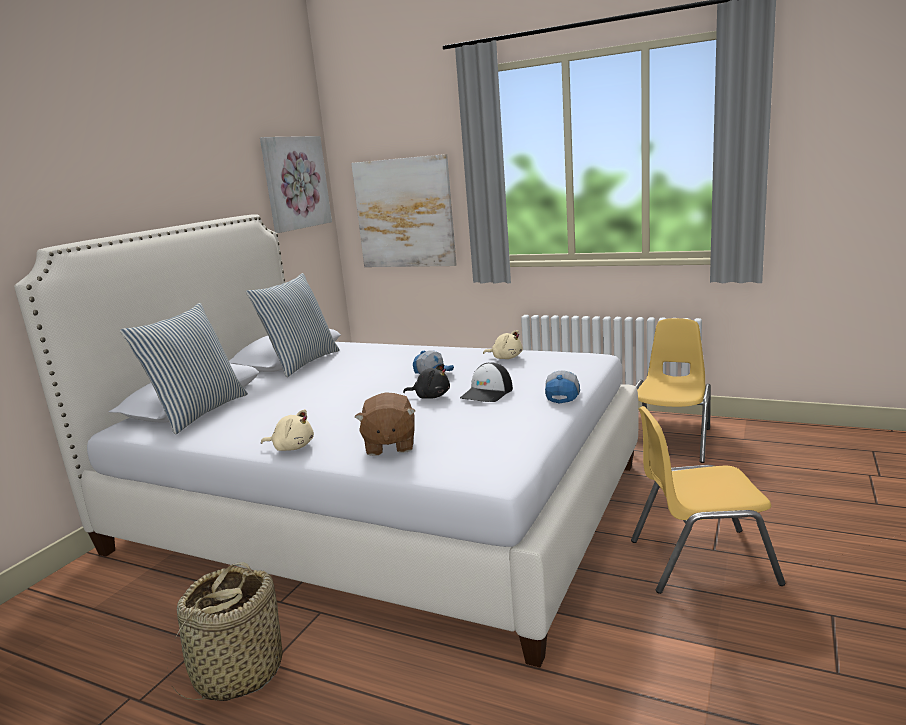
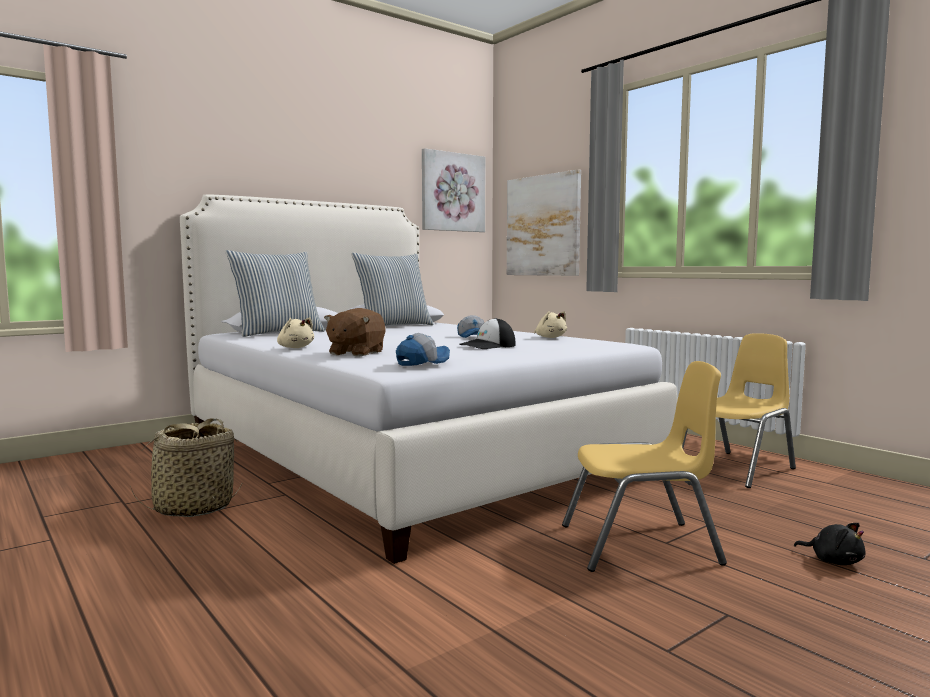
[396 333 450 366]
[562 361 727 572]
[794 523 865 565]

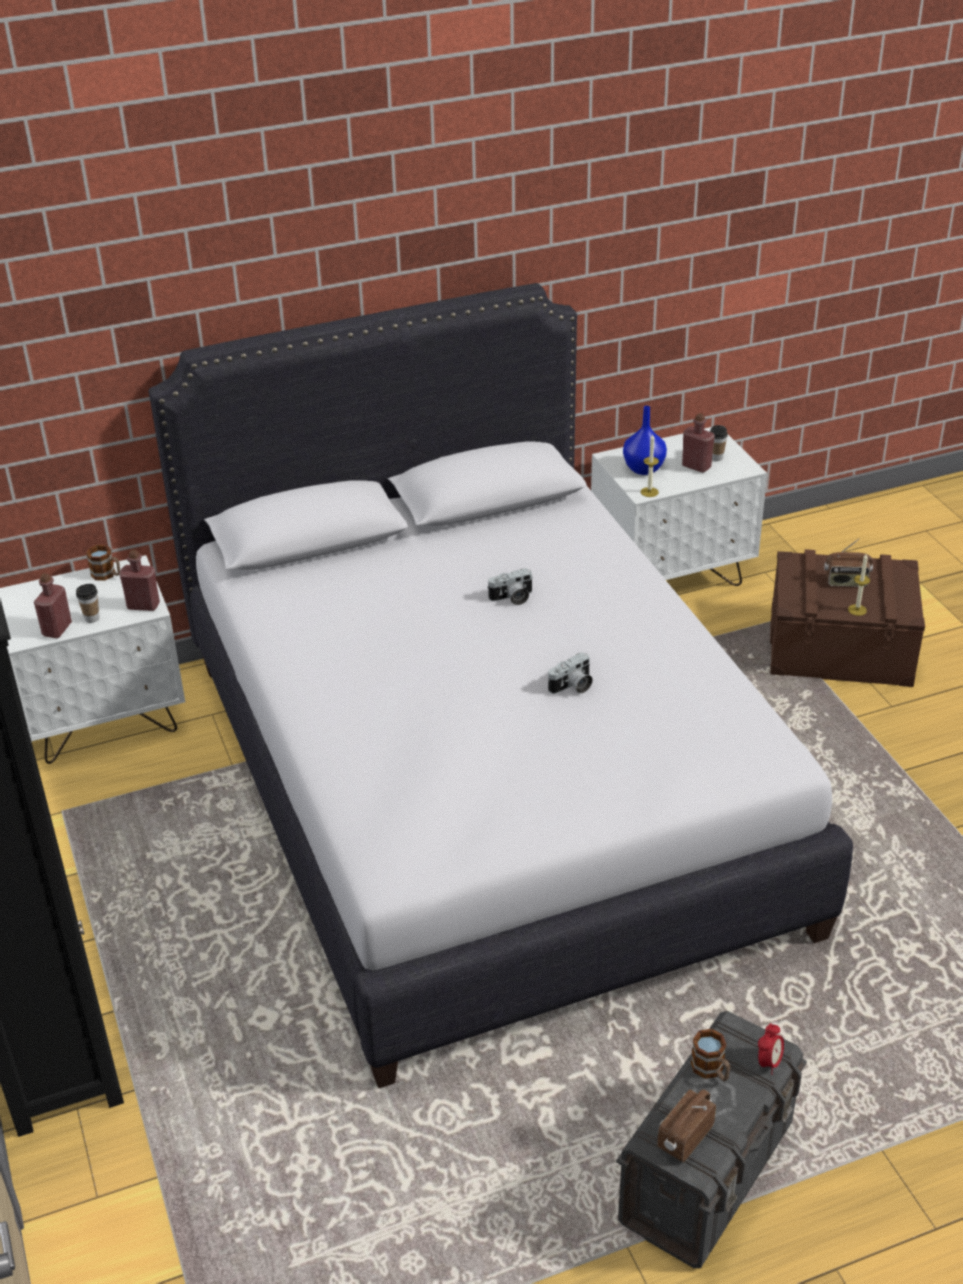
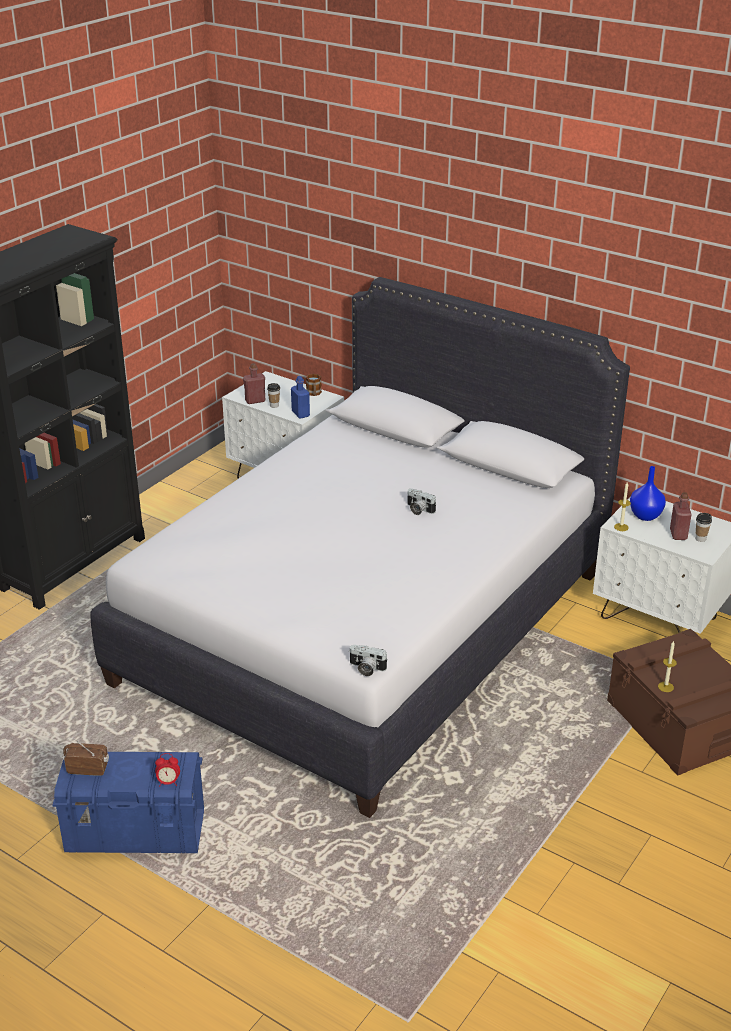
[53 751 204 853]
[291 376 310 419]
[349 645 388 676]
[691 1029 730 1081] (first image)
[824 539 873 587] (first image)

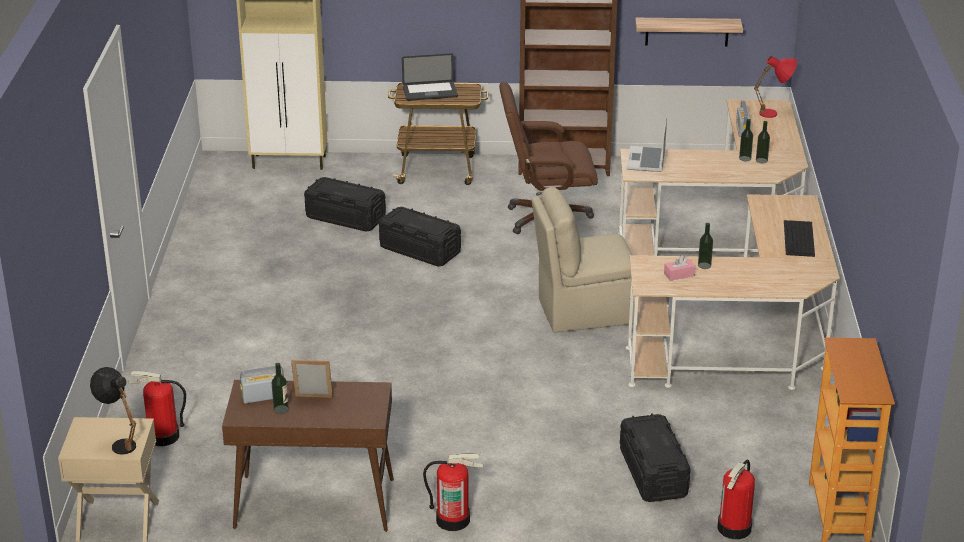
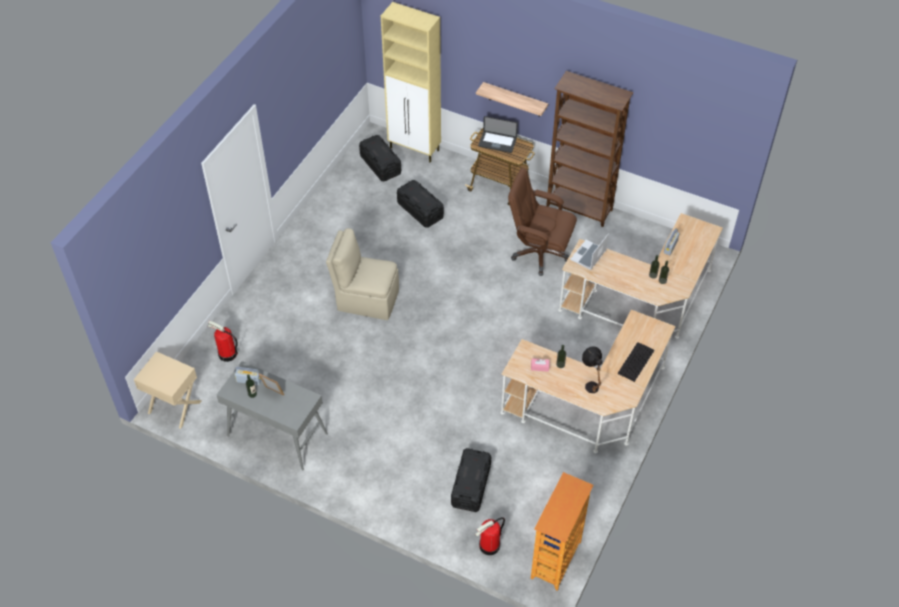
[217 361 328 471]
[326 228 399 320]
[359 135 401 181]
[476 82 548 117]
[582 346 603 393]
[423 454 483 531] (first image)
[754 56 797 118] (first image)

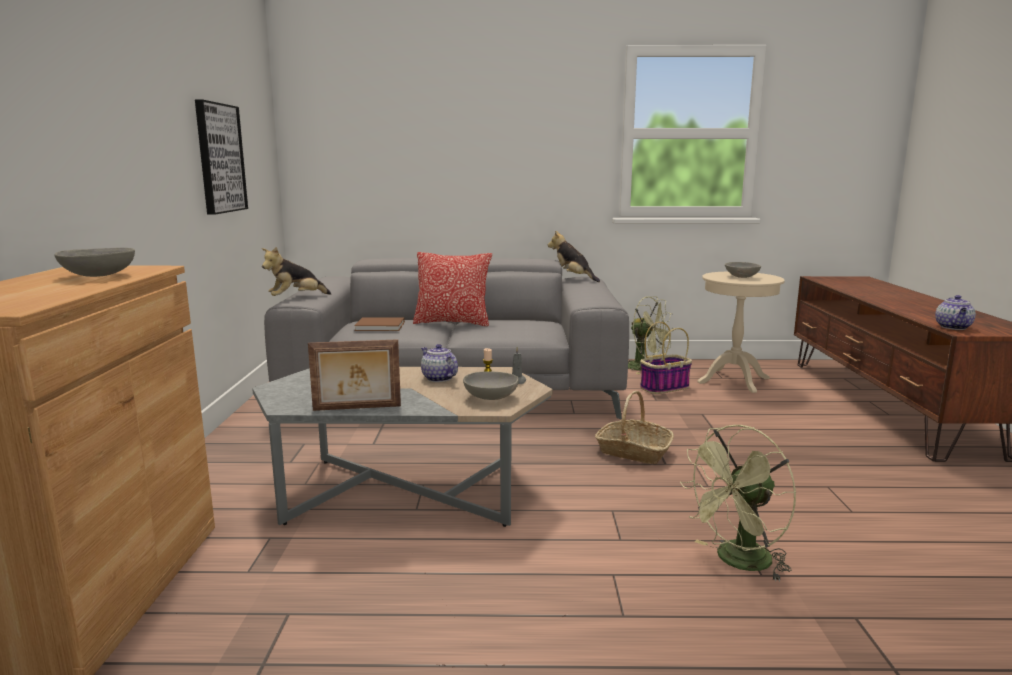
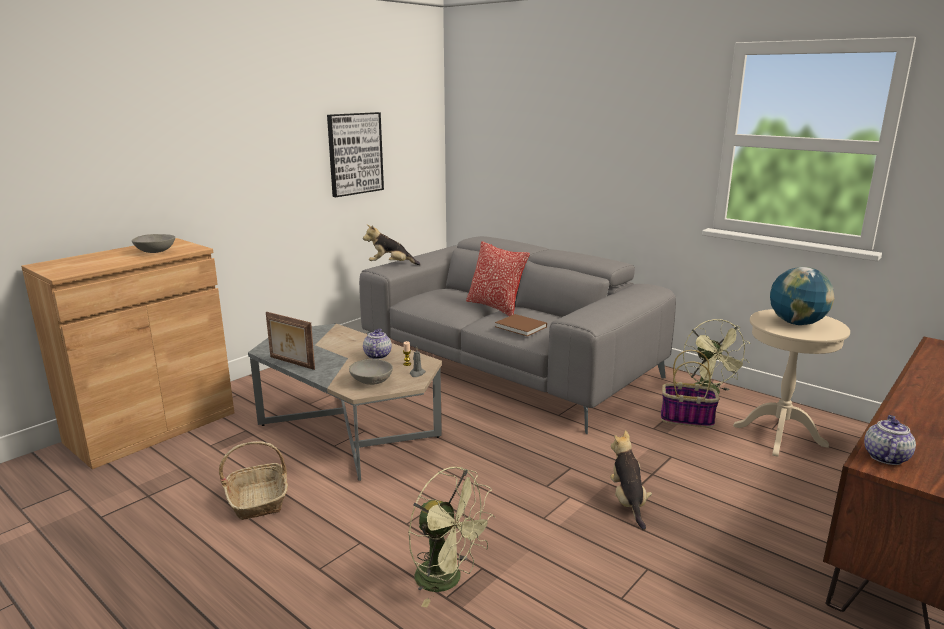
[219 441 288 520]
[408 467 495 607]
[495 314 547 336]
[610 430 652 530]
[770 267 834 325]
[864 415 916 465]

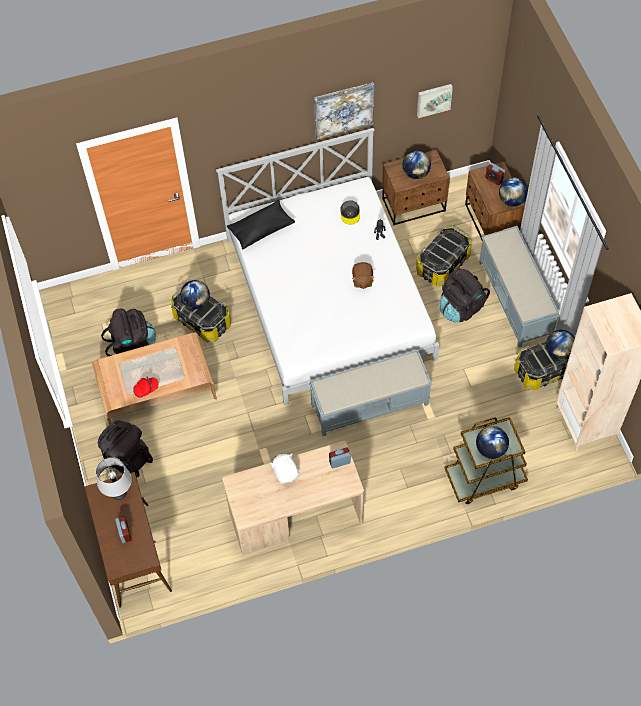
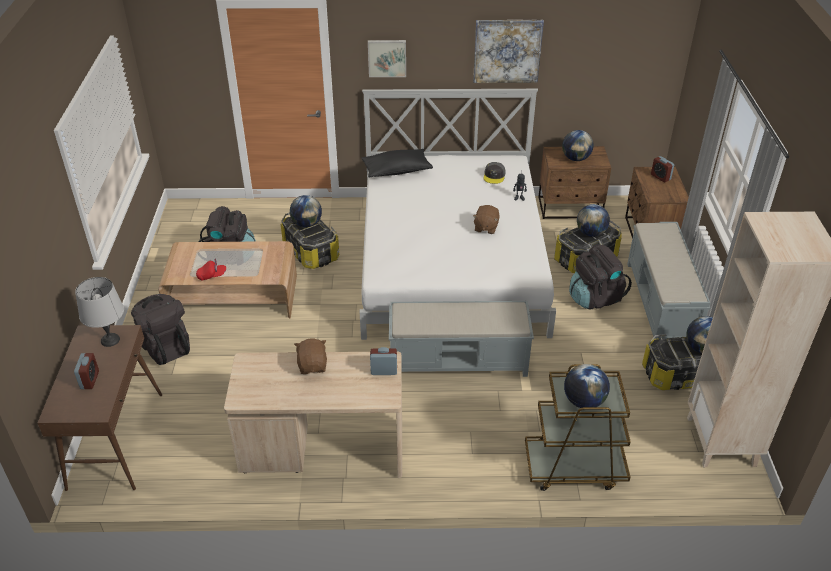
[294 339 327 374]
[368 40 406 77]
[577 204 610 237]

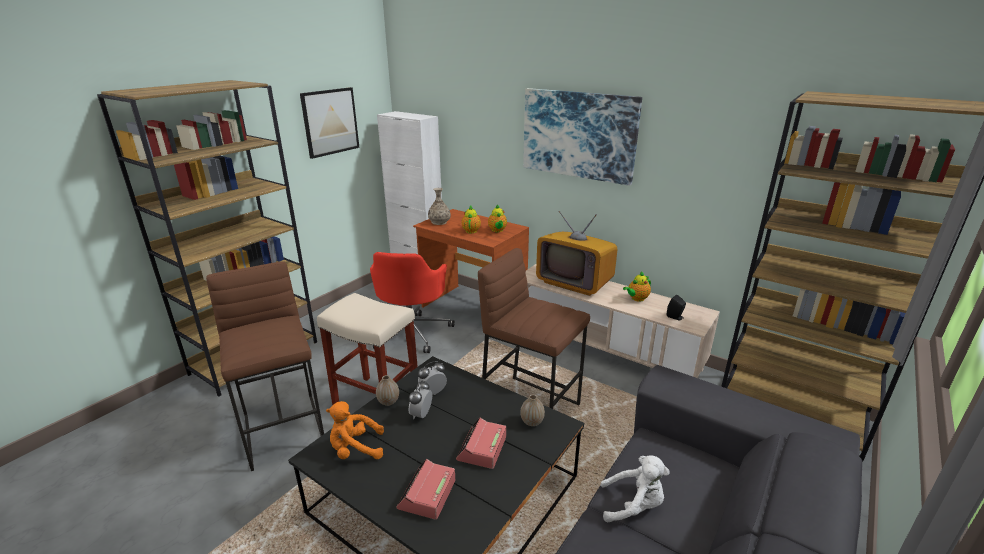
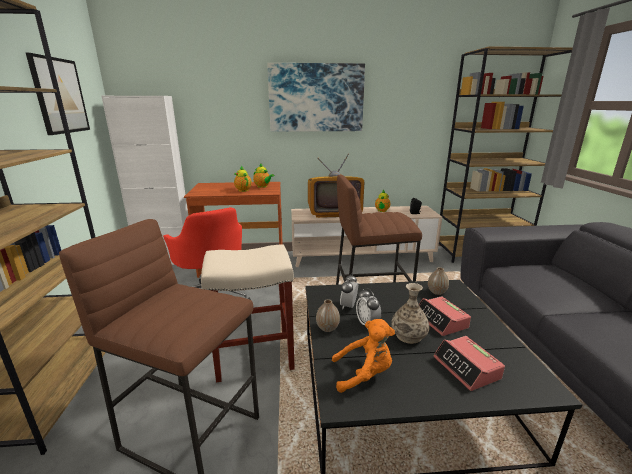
[332 319 395 393]
[391 283 429 344]
[600 455 670 522] (first image)

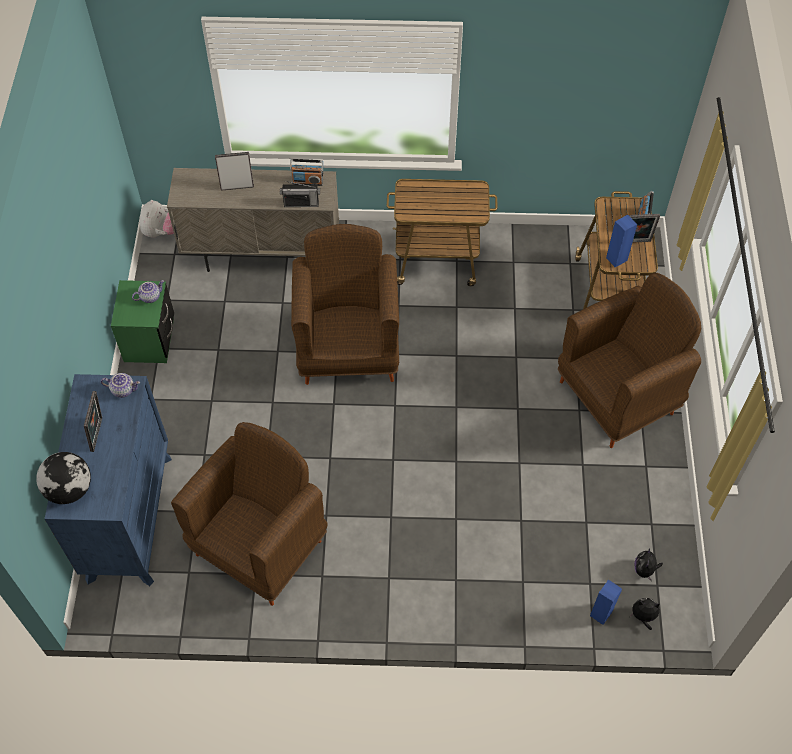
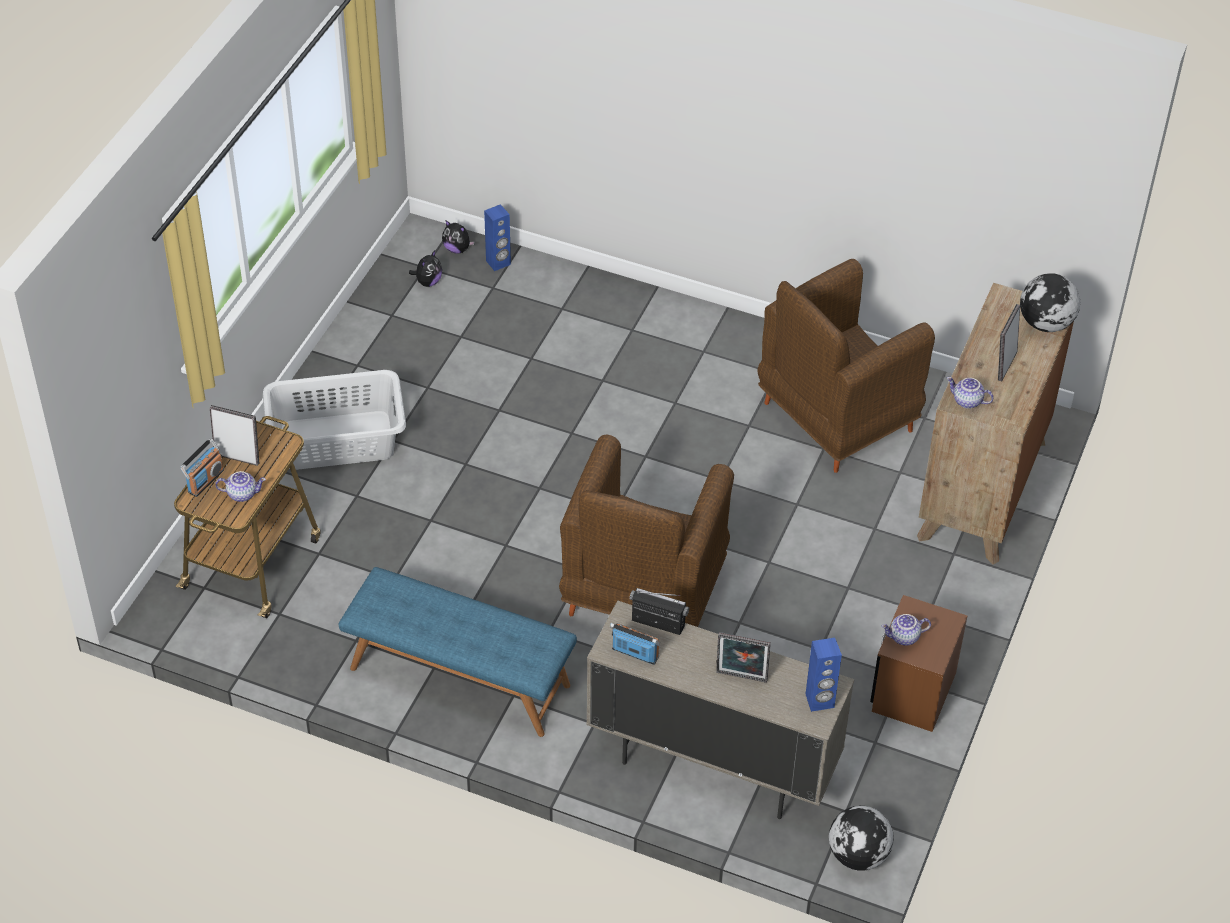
[215 471 266 502]
[263 370 406 470]
[339 567 577 737]
[806 638 842 712]
[829 806 894 871]
[870 595 967 732]
[917 283 1074 565]

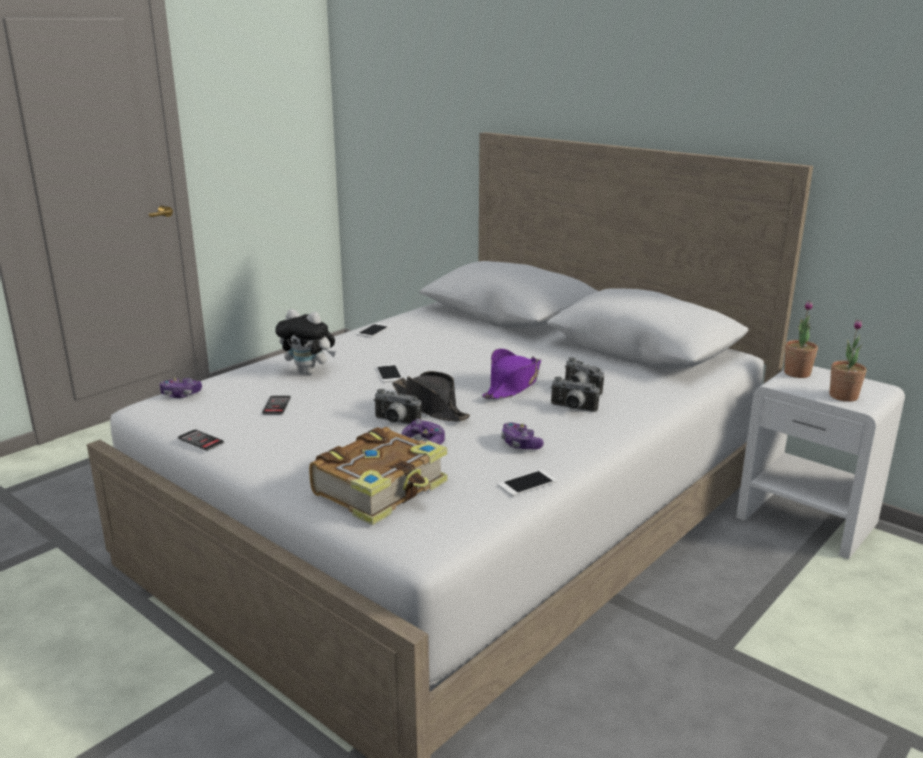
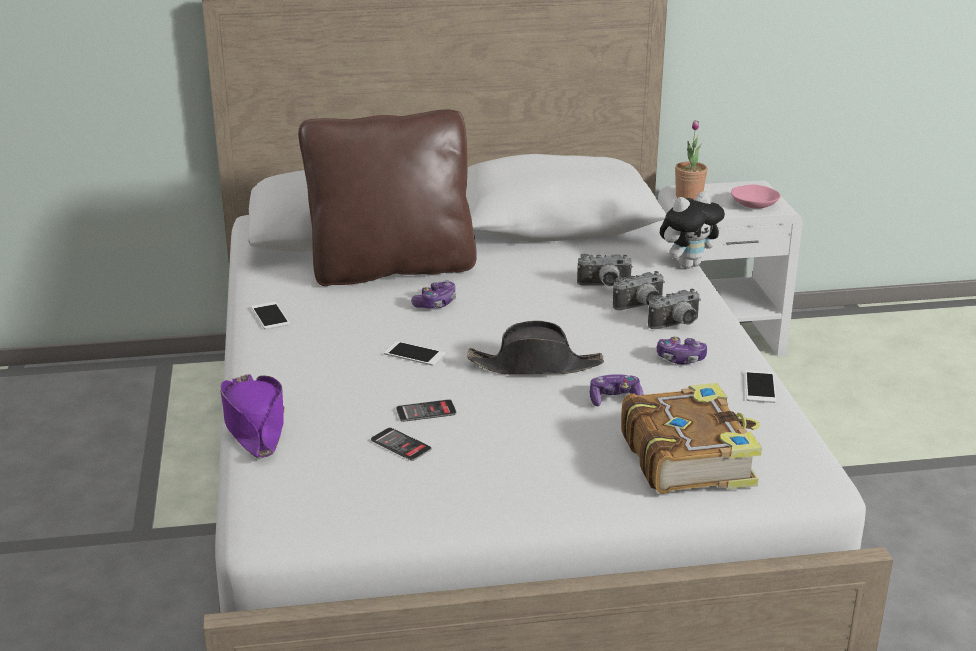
[220 374 285 458]
[298 109 477 286]
[396 399 456 422]
[411 280 456 308]
[648 289 701 329]
[660 191 725 269]
[731 185 781 209]

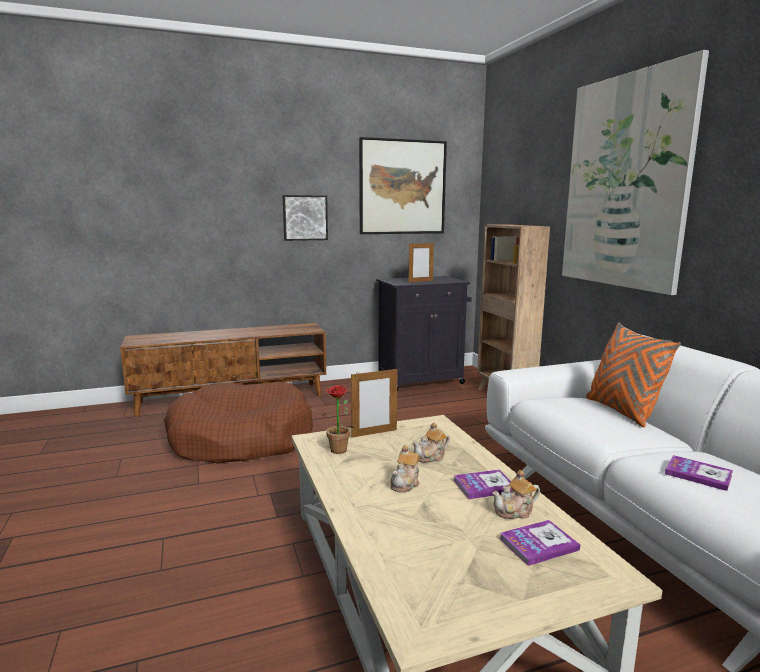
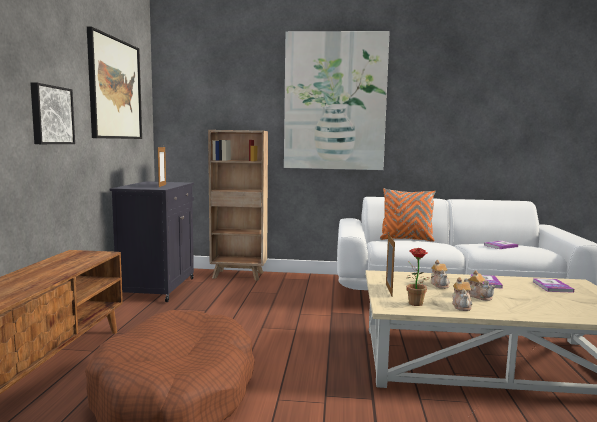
[452 277 472 311]

